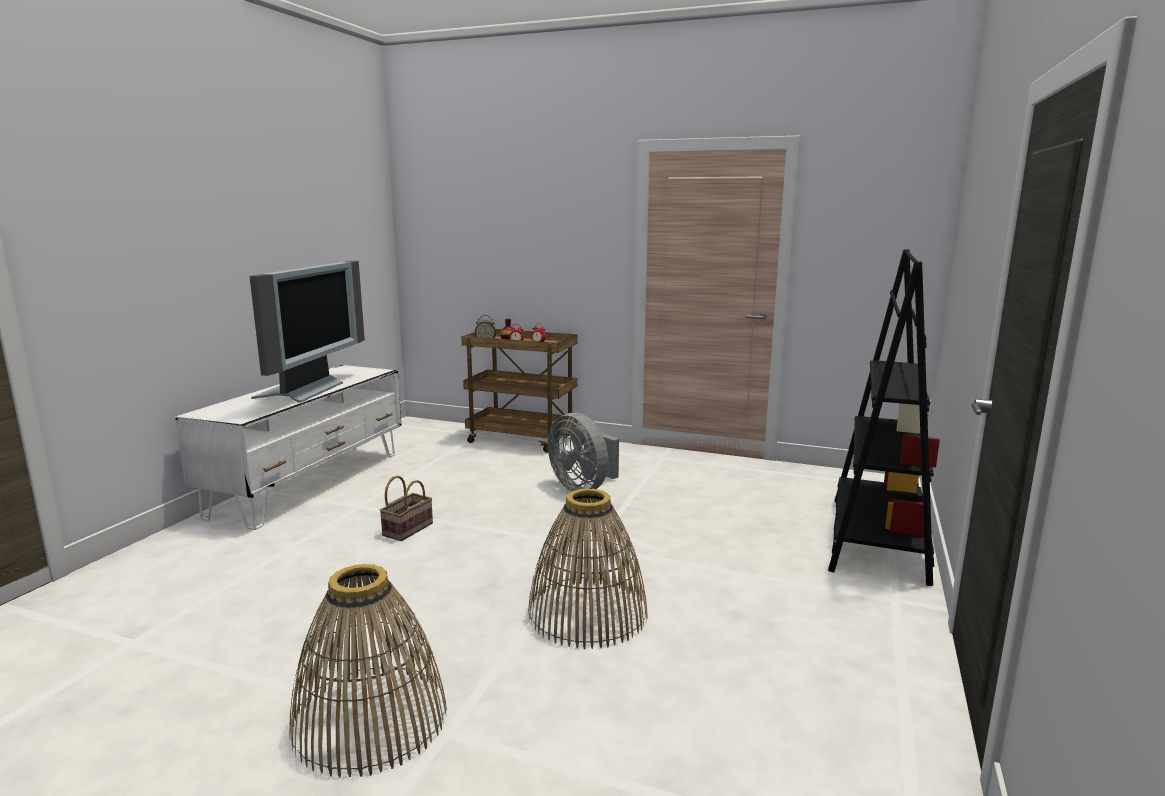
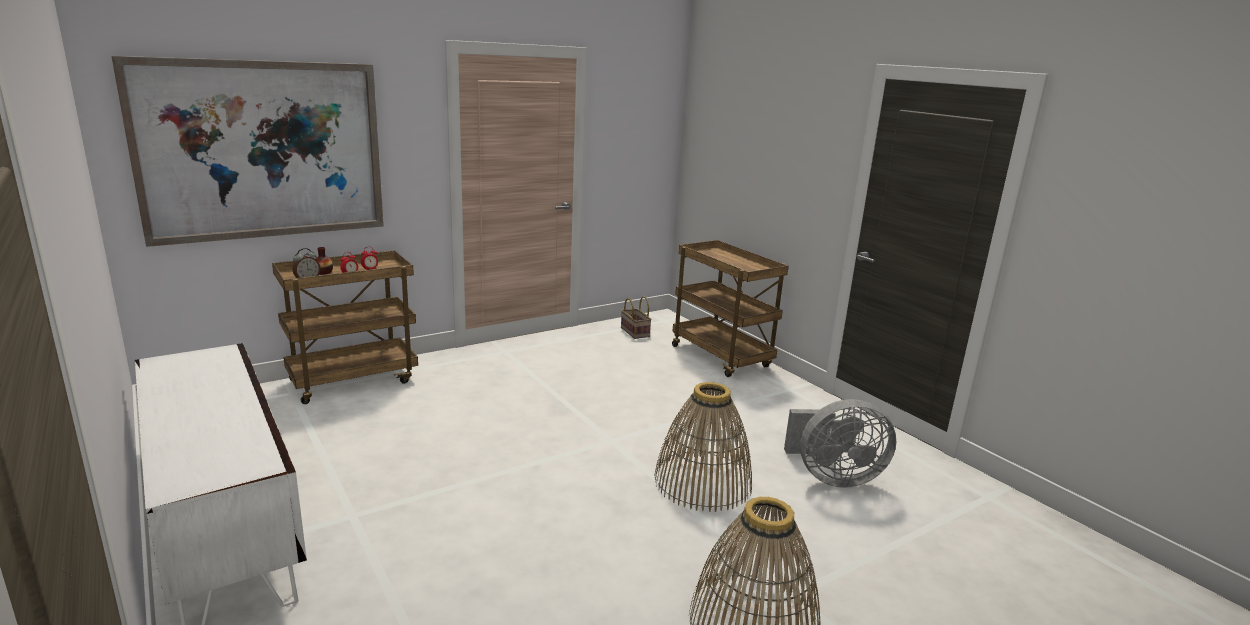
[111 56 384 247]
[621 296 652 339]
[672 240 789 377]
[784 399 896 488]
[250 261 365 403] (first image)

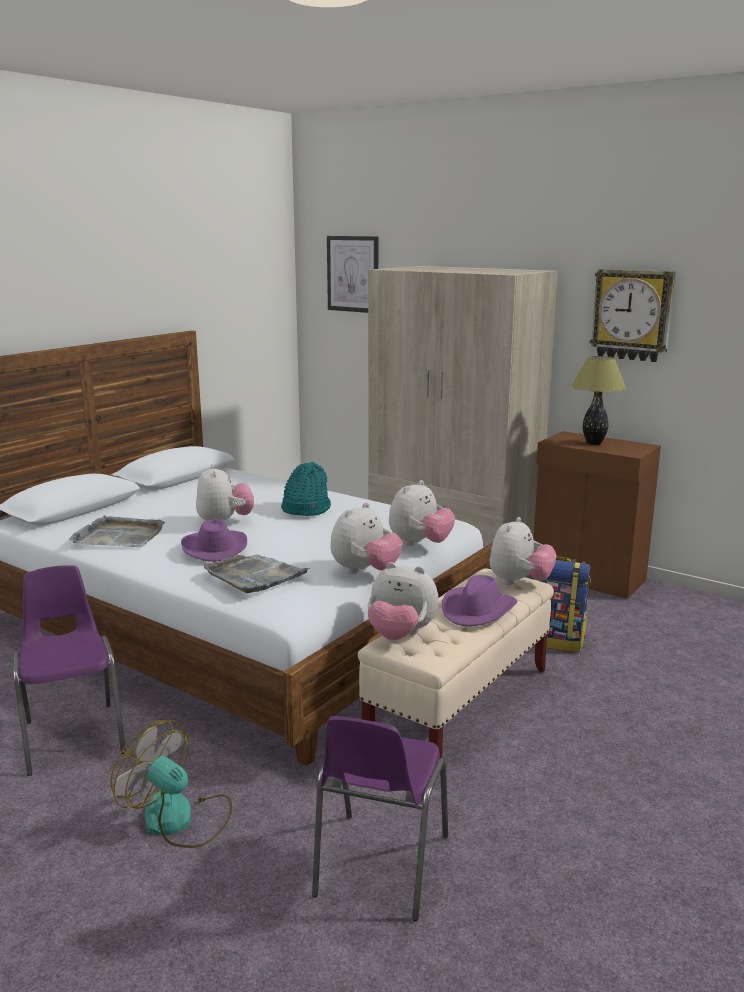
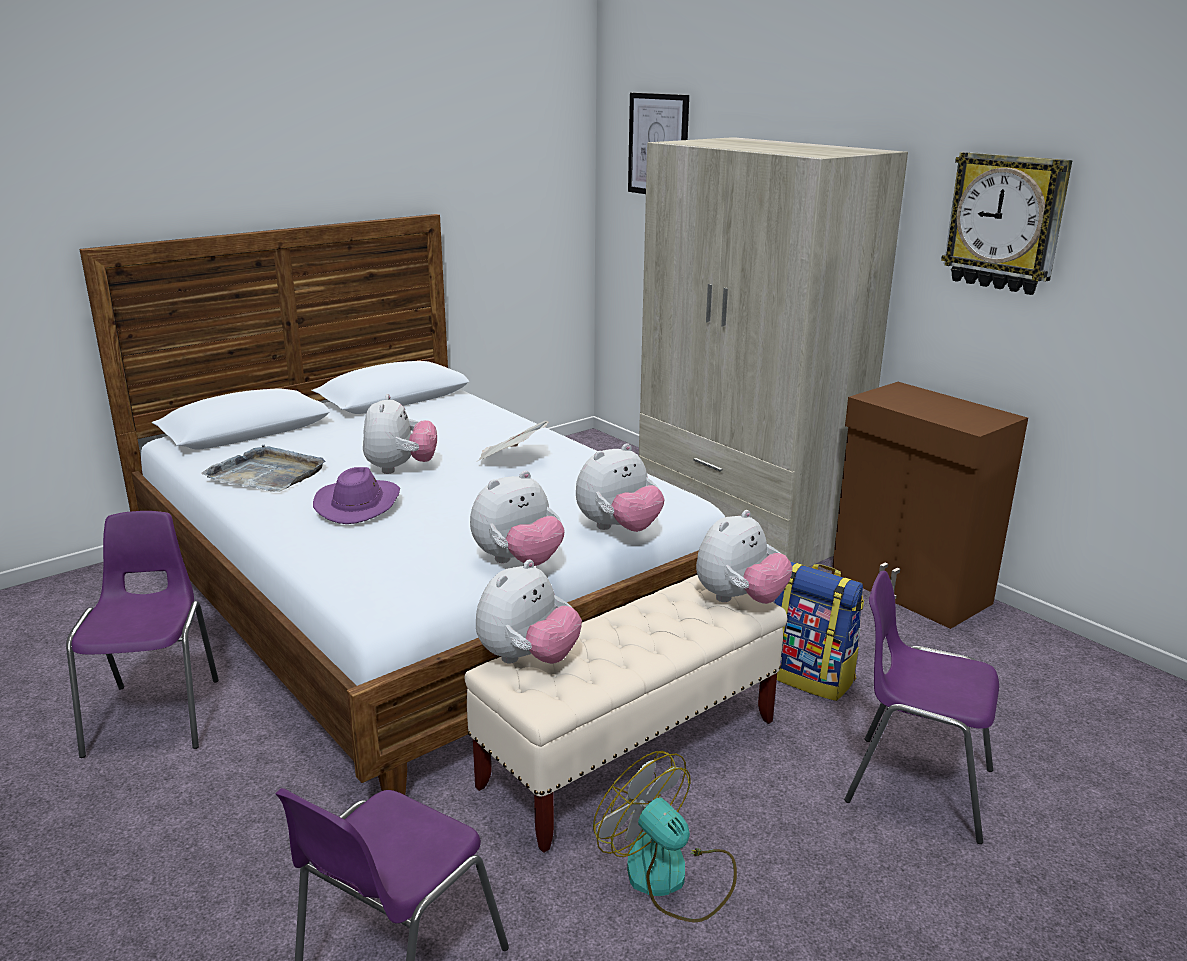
[476 560 582 664]
[478 420 548 461]
[593 751 737 922]
[844 571 999 844]
[204 554 311 593] (first image)
[442 575 517 626] (first image)
[572 356 626 445] (first image)

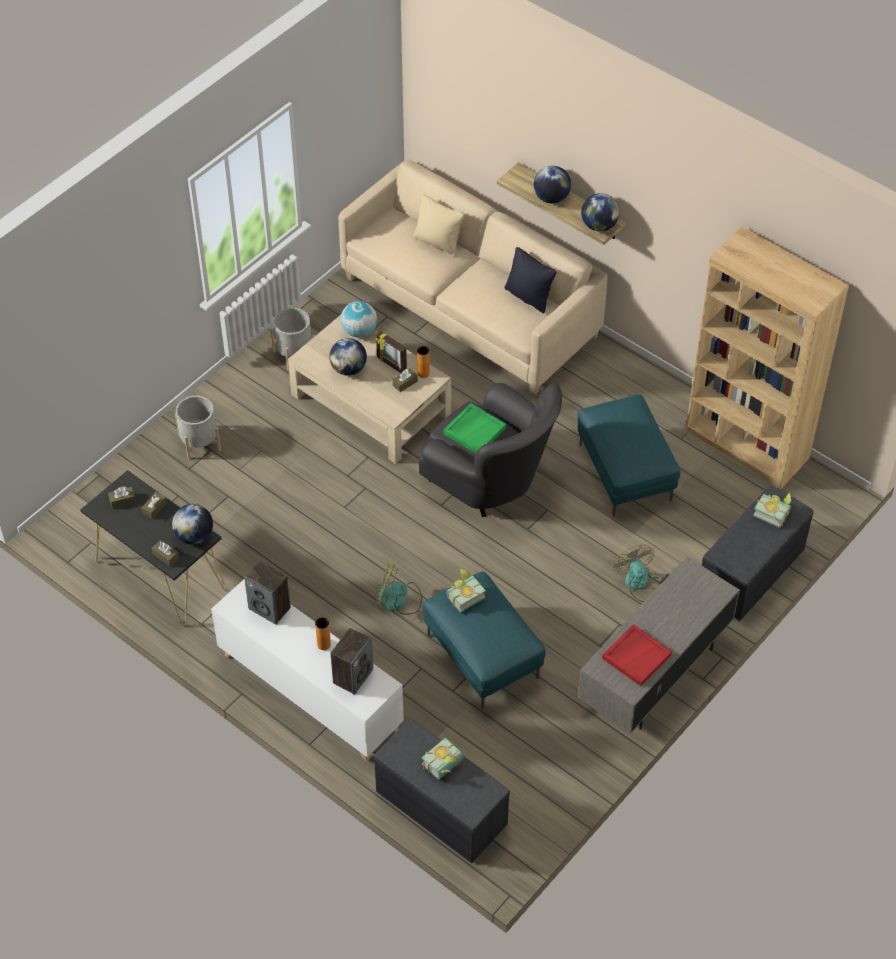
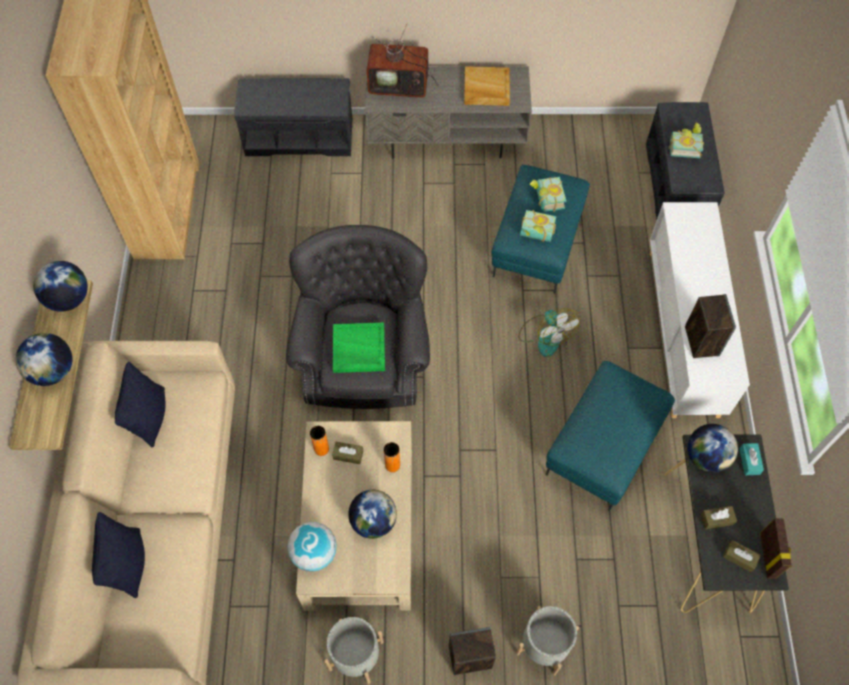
[92 512 145 598]
[367 23 439 98]
[384 442 400 472]
[449 627 496 675]
[464 66 510 106]
[530 177 566 212]
[546 360 675 511]
[739 443 764 475]
[760 518 791 579]
[613 545 663 602] (first image)

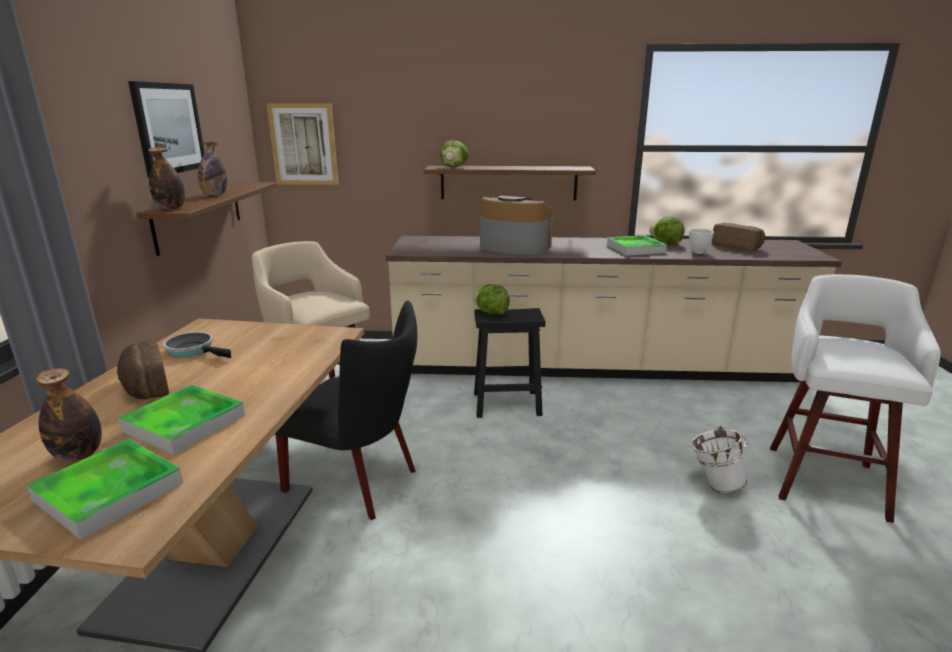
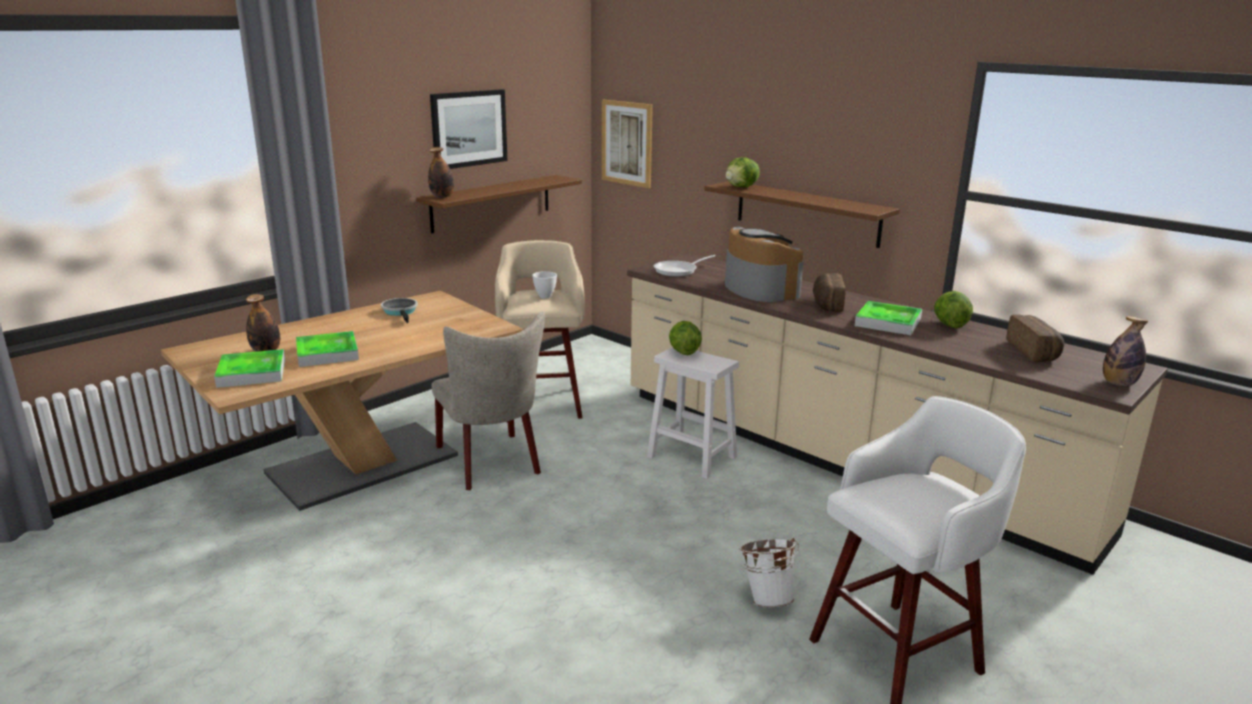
[431 312 545 490]
[532 271 557 299]
[647 347 739 479]
[654 255 716 277]
[813 273 846 312]
[1103 316 1148 386]

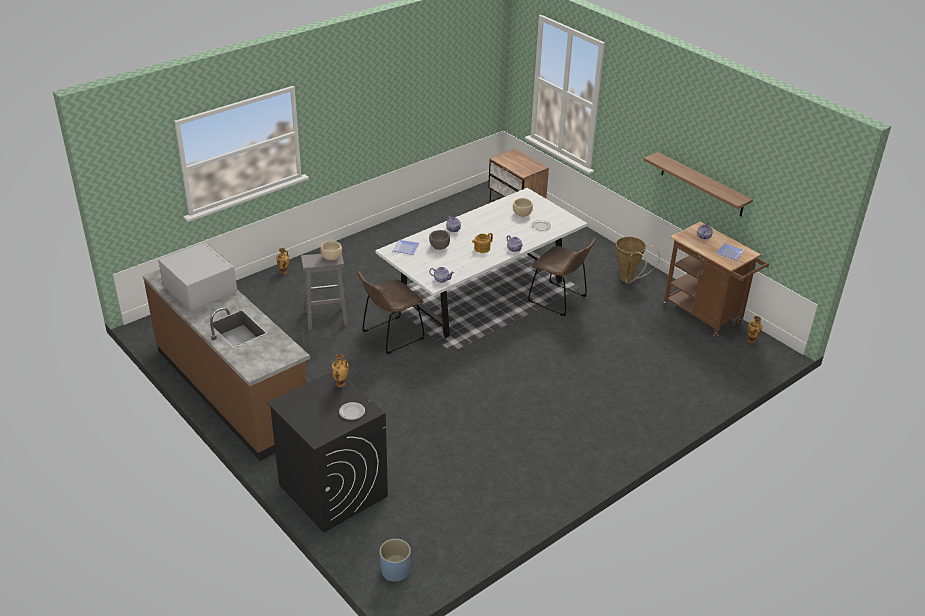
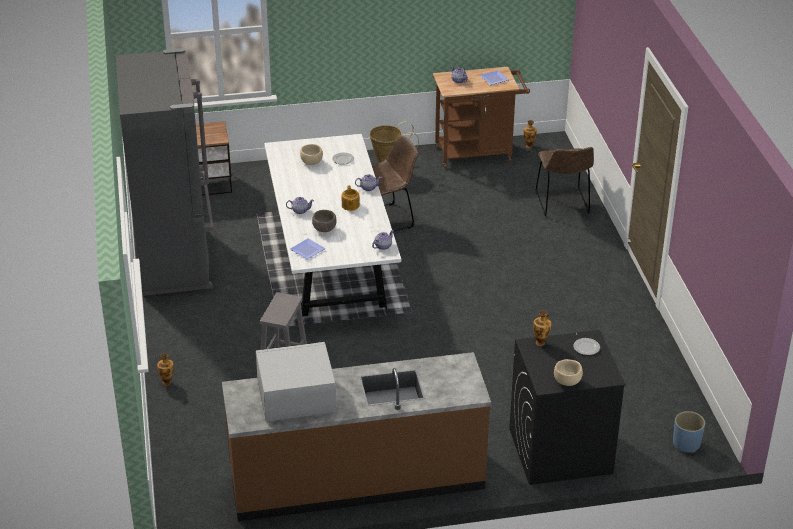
[116 48 214 296]
[536 147 594 216]
[554 359 583 386]
[644 152 753 216] (first image)

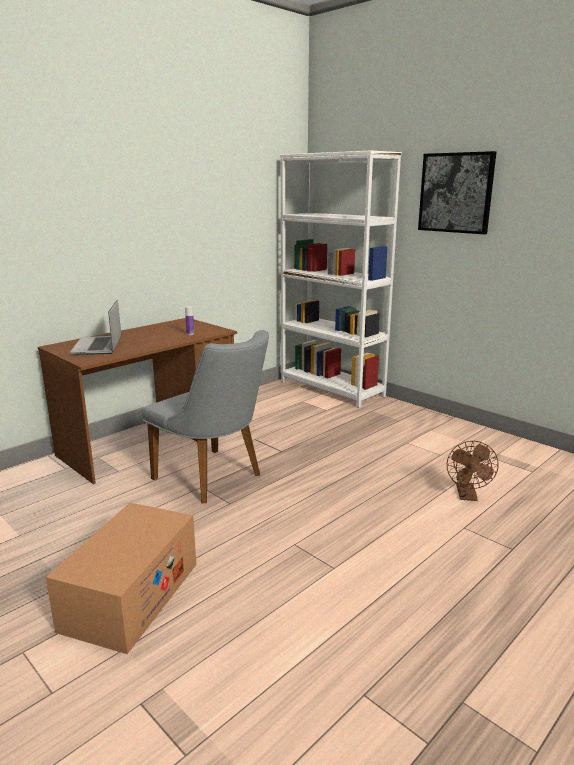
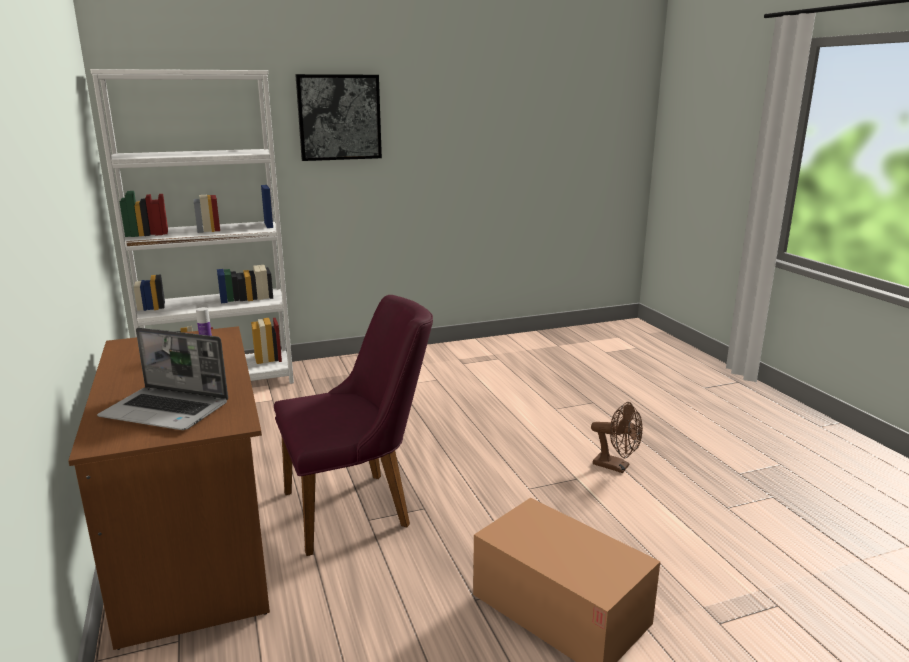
[274 295 433 556]
[591 402 643 473]

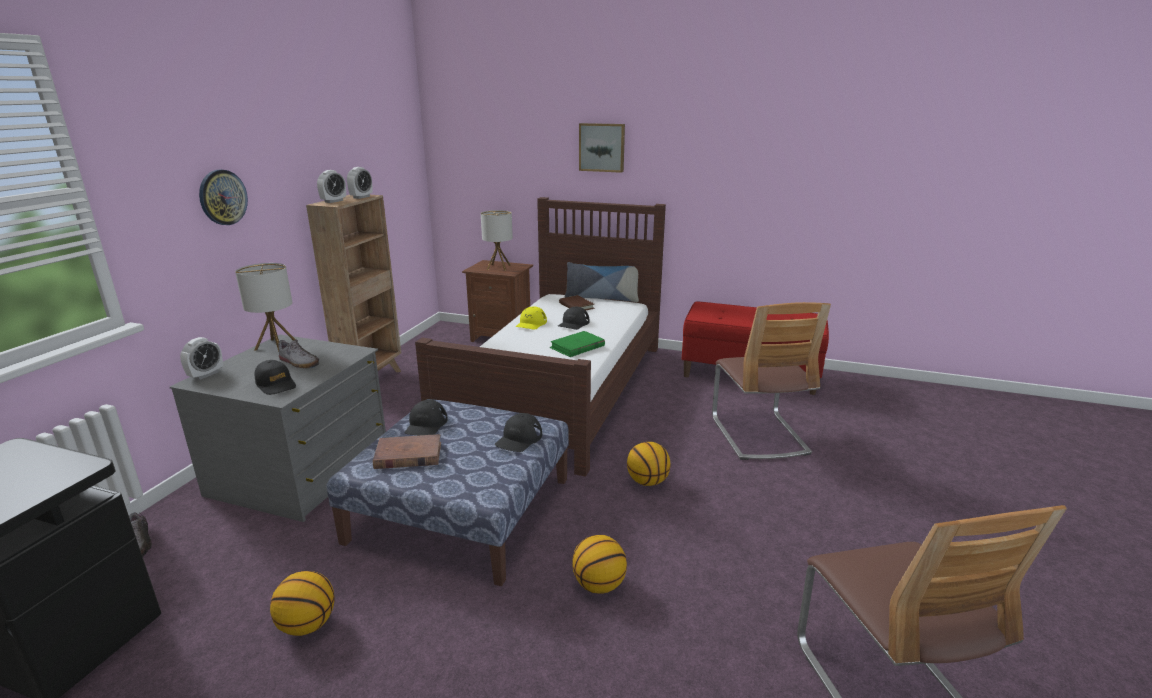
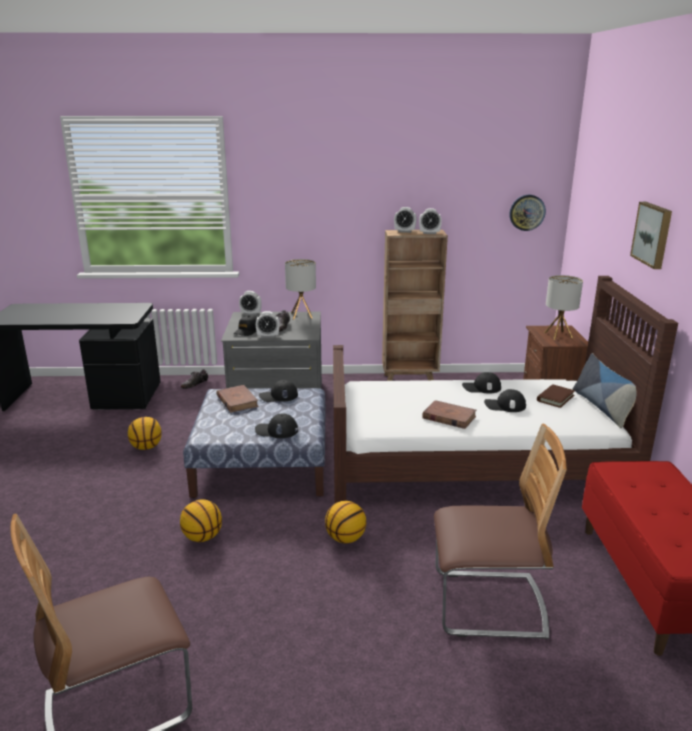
[256 311 280 338]
[422 400 476 429]
[434 424 567 639]
[462 372 501 394]
[509 195 546 231]

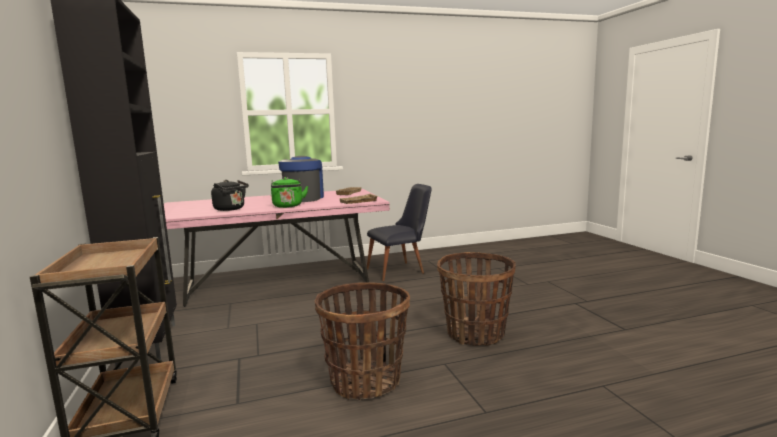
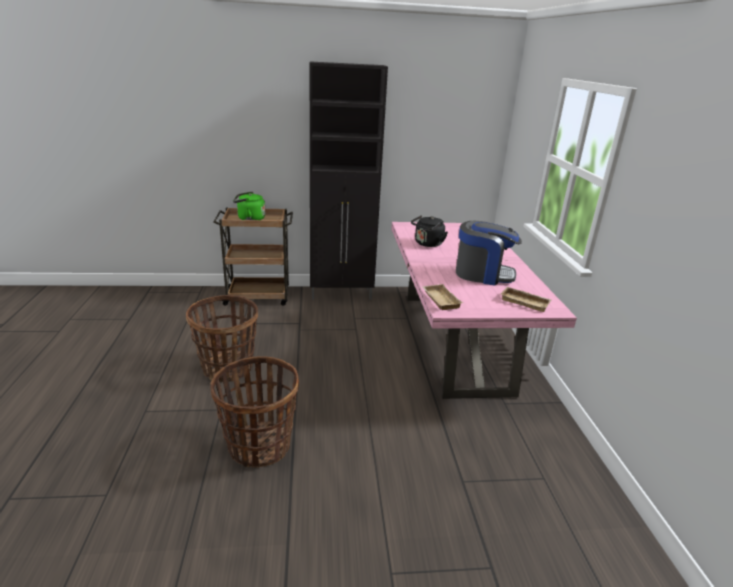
[233 192 265 220]
[367 184 432 281] (first image)

